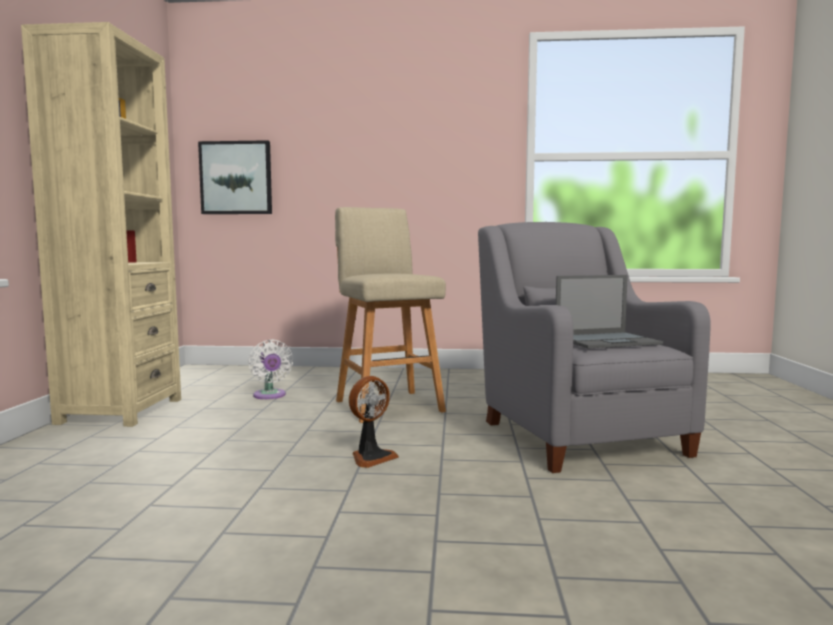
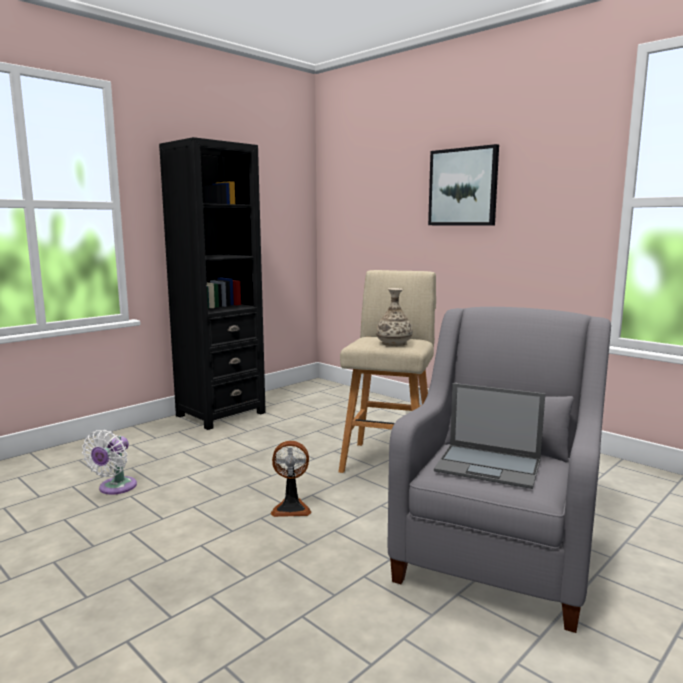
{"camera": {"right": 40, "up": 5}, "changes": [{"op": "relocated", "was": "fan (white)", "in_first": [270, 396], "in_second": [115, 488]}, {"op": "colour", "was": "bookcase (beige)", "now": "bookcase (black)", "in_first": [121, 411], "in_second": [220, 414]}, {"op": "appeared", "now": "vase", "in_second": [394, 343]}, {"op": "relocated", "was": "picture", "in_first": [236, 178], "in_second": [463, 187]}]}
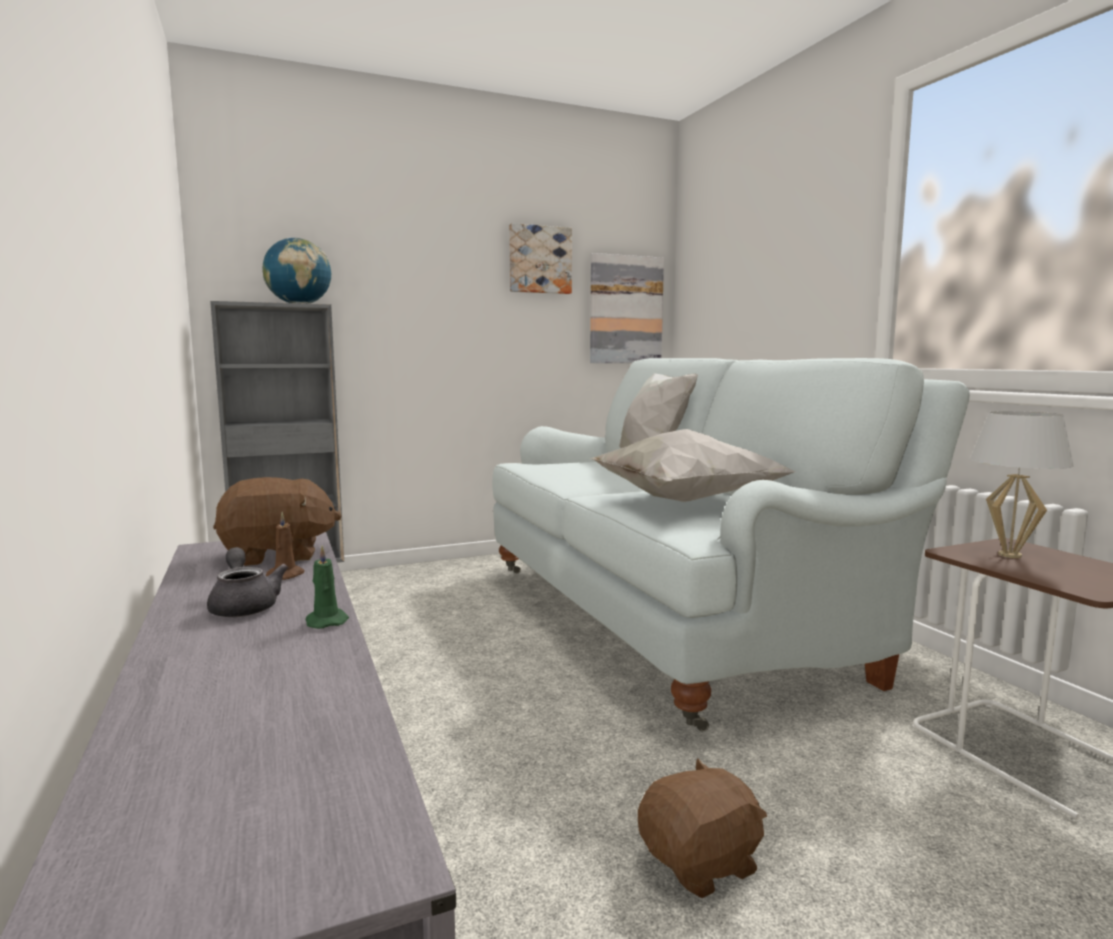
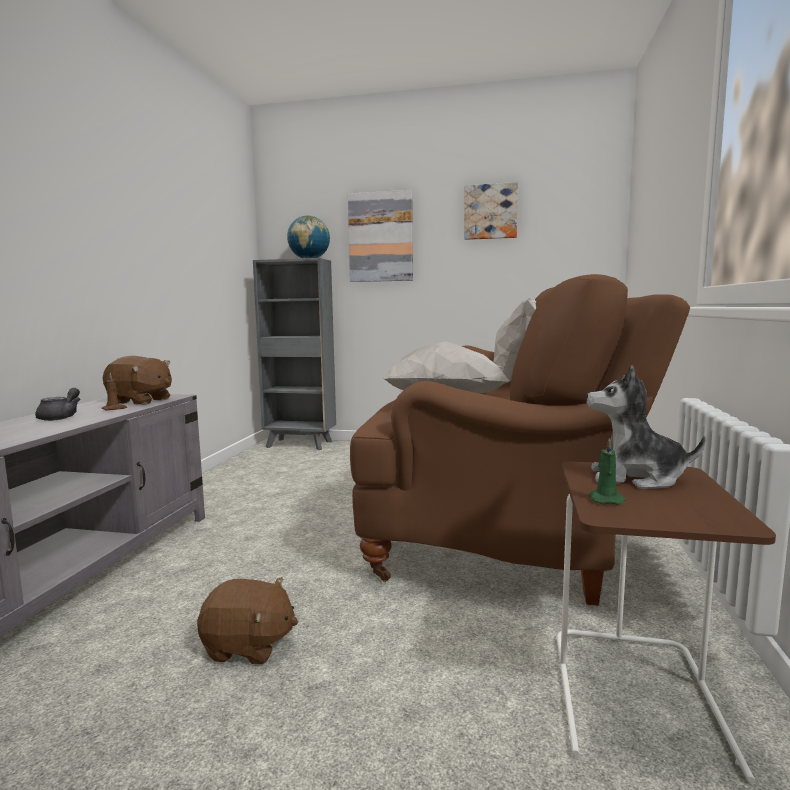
{"camera": {"right": 35, "up": 0}, "changes": [{"op": "relocated", "was": "picture", "in_first": [625, 310], "in_second": [381, 237]}, {"op": "colour", "was": "sofa (white)", "now": "sofa (brown)", "in_first": [673, 616], "in_second": [504, 508]}, {"op": "exchanged", "was": "table lamp (white)", "now": "plush toy", "in_first": [1009, 555], "in_second": [636, 478]}, {"op": "relocated", "was": "candle (green)", "in_first": [326, 621], "in_second": [605, 499]}]}
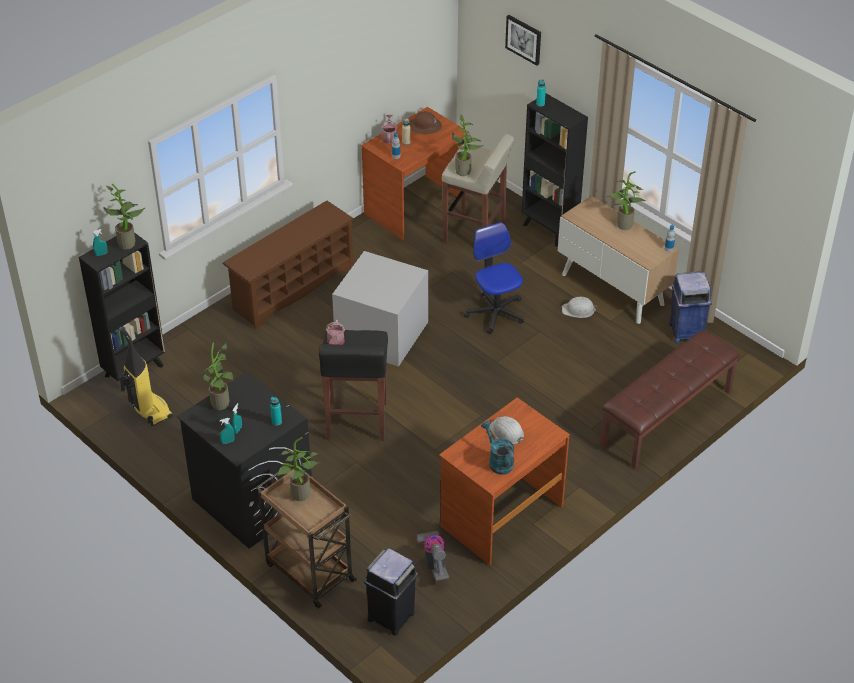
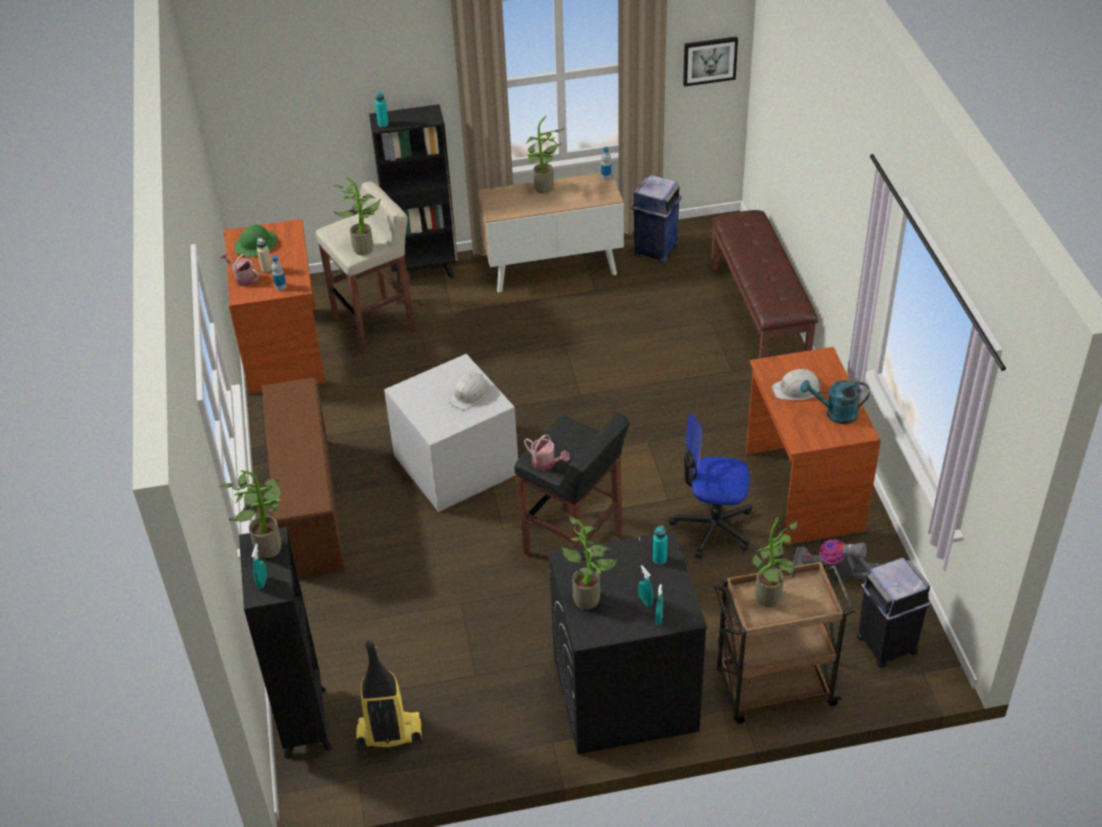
{"camera": {"right": -55, "up": 0}, "changes": [{"op": "colour", "was": "hard hat (brown)", "now": "hard hat (green)", "in_first": [425, 126], "in_second": [256, 245]}, {"op": "relocated", "was": "hard hat (white)", "in_first": [578, 310], "in_second": [470, 394]}, {"op": "relocated", "was": "office chair", "in_first": [495, 313], "in_second": [712, 527]}, {"op": "relocated", "was": "picture", "in_first": [524, 39], "in_second": [709, 60]}]}
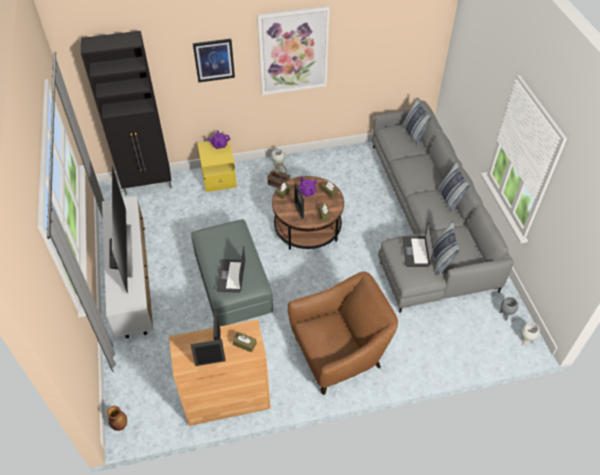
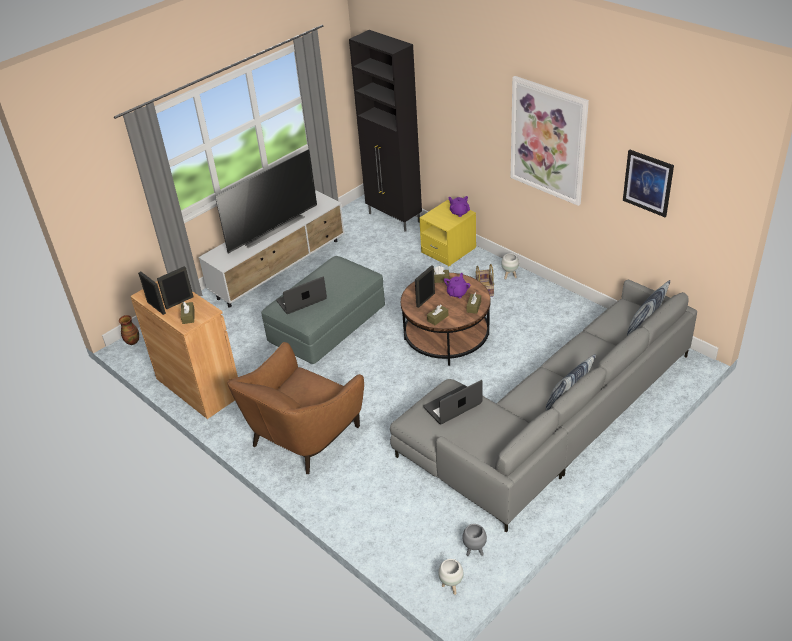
{"camera": {"right": 60, "up": -10}, "changes": [{"op": "spun", "was": "armchair (brown)", "in_first": [339, 354], "in_second": [303, 436], "clockwise": 90}, {"op": "relocated", "was": "picture", "in_first": [214, 60], "in_second": [648, 183]}, {"op": "missing", "was": "pillow", "in_first": [441, 260]}]}
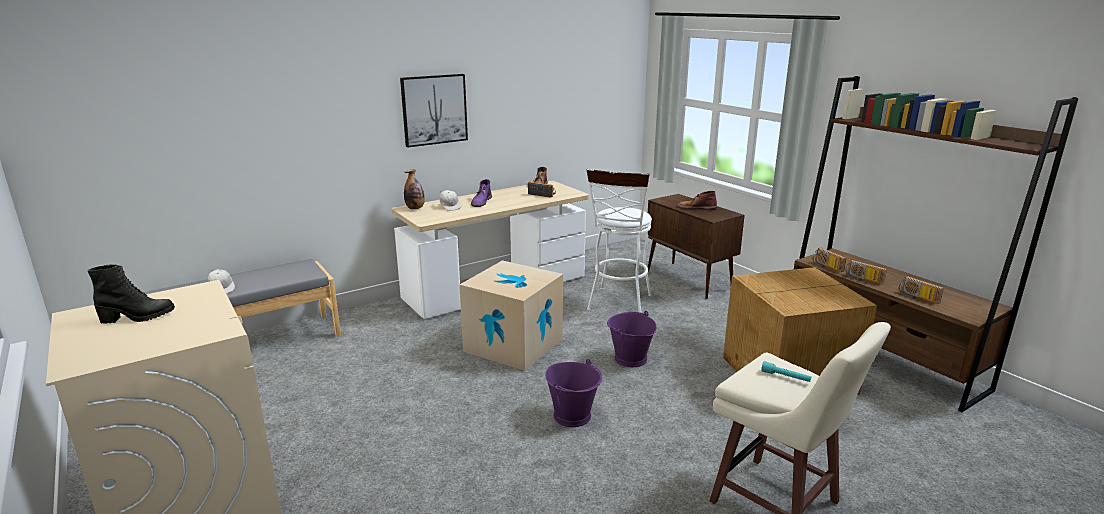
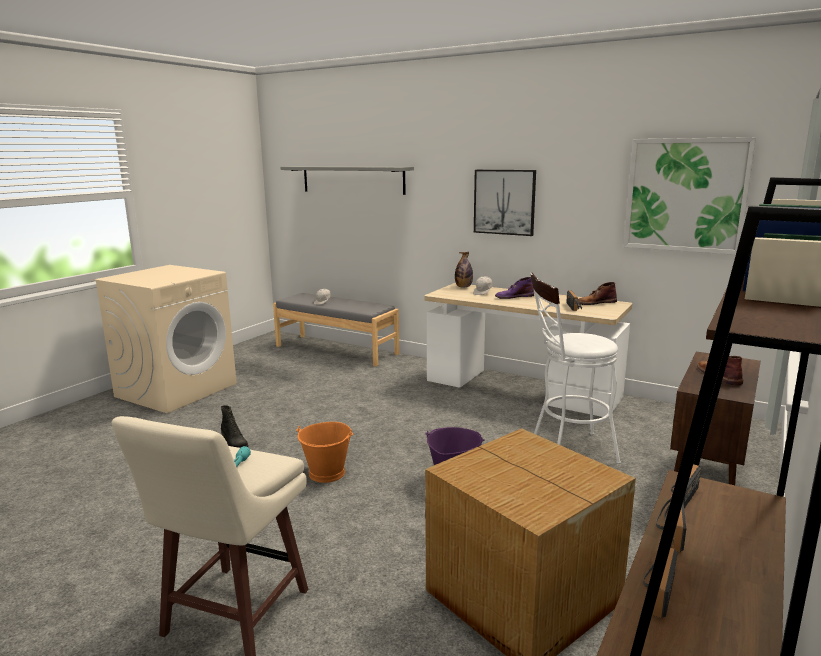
{"camera": {"right": 65, "up": -5}, "changes": [{"op": "relocated", "was": "boot (black)", "in_first": [137, 317], "in_second": [234, 444]}, {"op": "appeared", "now": "shelf (grey)", "in_second": [352, 179]}, {"op": "colour", "was": "bucket (purple)", "now": "bucket (orange)", "in_first": [572, 415], "in_second": [327, 473]}, {"op": "appeared", "now": "picture", "in_second": [685, 195]}, {"op": "missing", "was": "cardboard box", "in_first": [513, 345]}]}
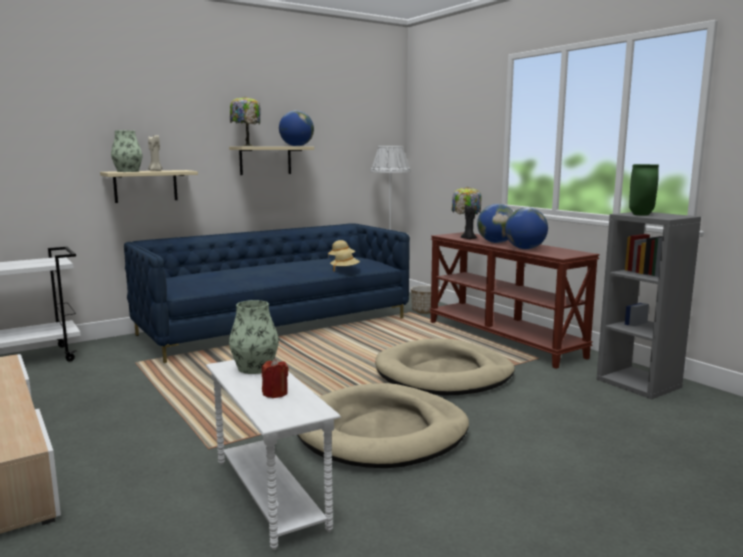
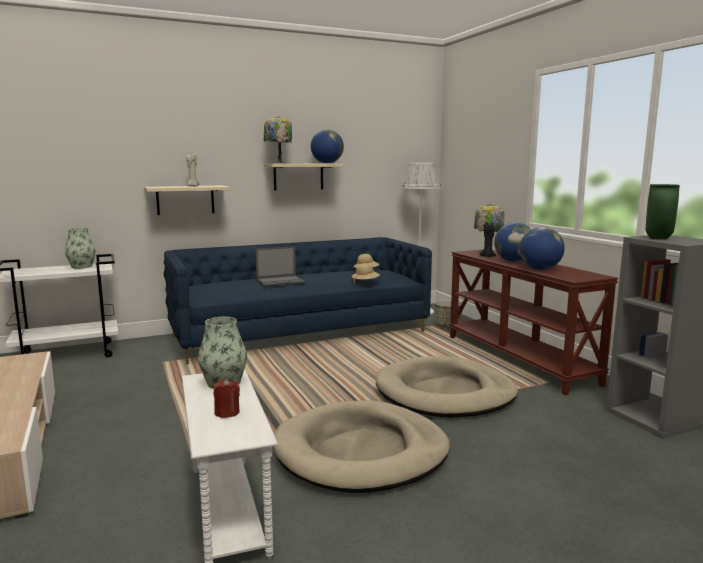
{"camera": {"right": 10, "up": 0}, "changes": [{"op": "relocated", "was": "vase", "in_first": [128, 171], "in_second": [81, 266]}, {"op": "appeared", "now": "laptop", "in_second": [281, 281]}]}
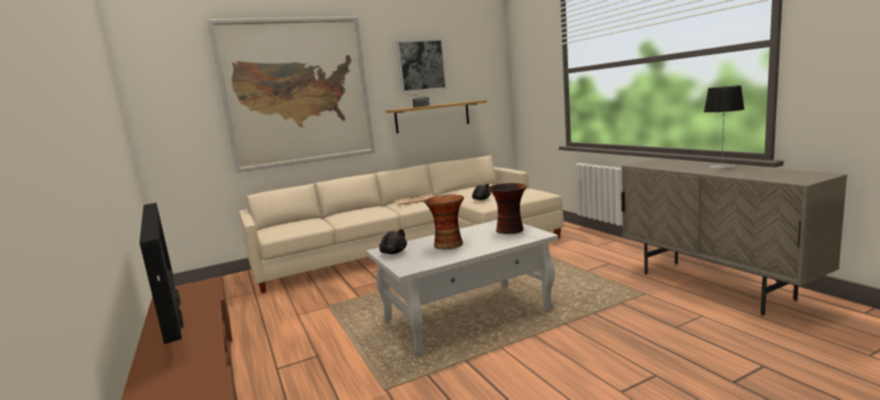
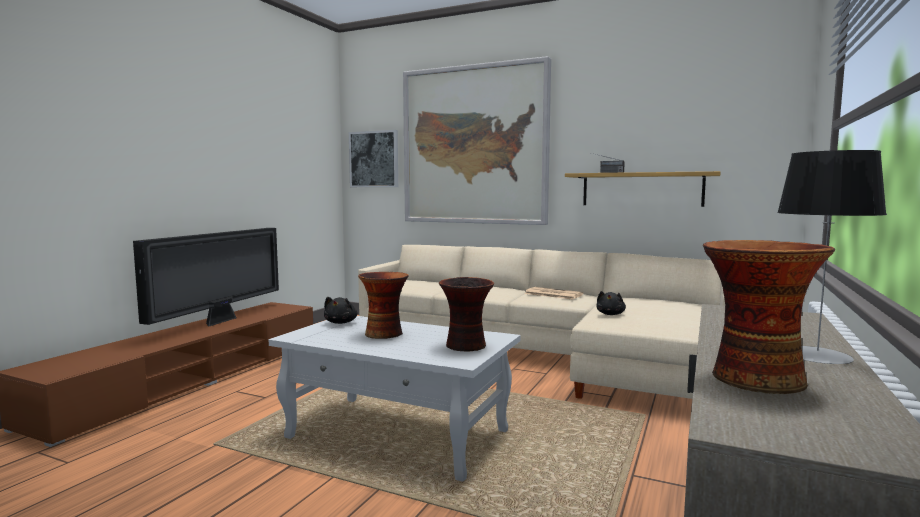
{"camera": {"right": 50, "up": -5}, "changes": [{"op": "relocated", "was": "picture", "in_first": [421, 65], "in_second": [374, 159]}, {"op": "appeared", "now": "vase", "in_second": [754, 378]}]}
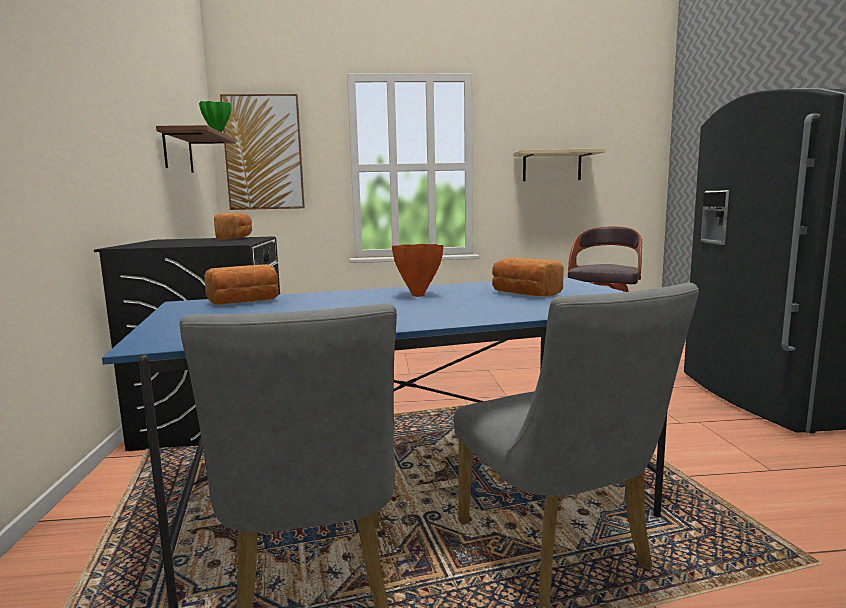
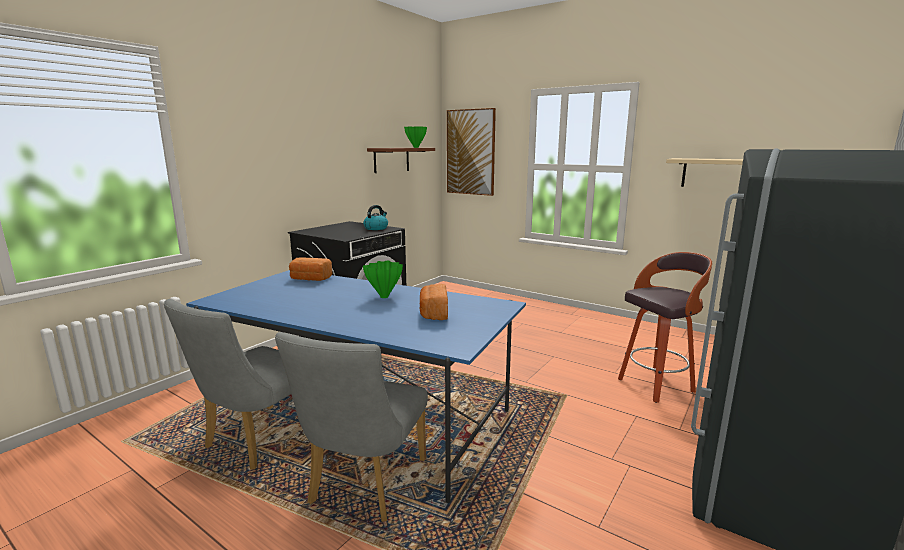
{"camera": {"right": 40, "up": 5}, "changes": [{"op": "exchanged", "was": "bread", "now": "kettle", "in_first": [235, 238], "in_second": [376, 228]}, {"op": "colour", "was": "vase (orange)", "now": "vase (green)", "in_first": [419, 295], "in_second": [385, 296]}]}
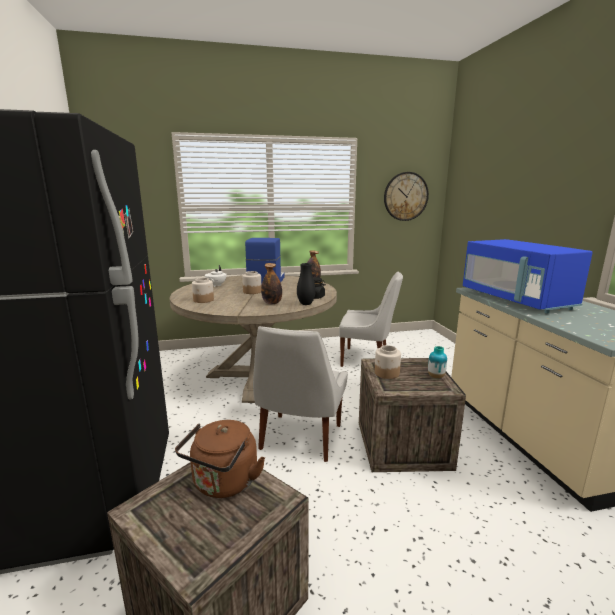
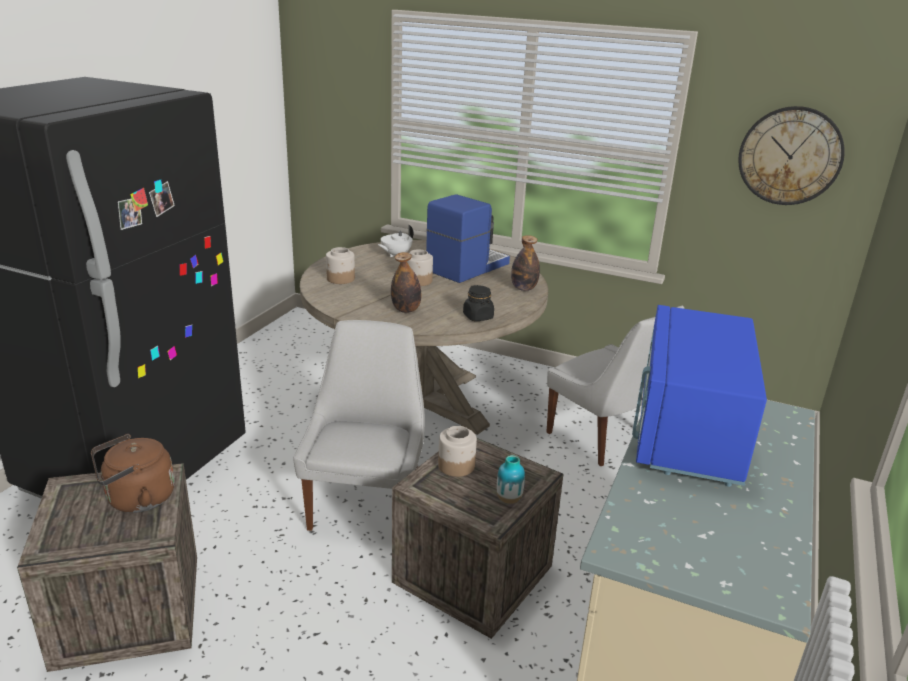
{"camera": {"right": 35, "up": 10}, "changes": [{"op": "spun", "was": "chair (white)", "in_first": [300, 439], "in_second": [366, 504], "clockwise": 135}, {"op": "missing", "was": "vase (black)", "in_first": [306, 304]}]}
